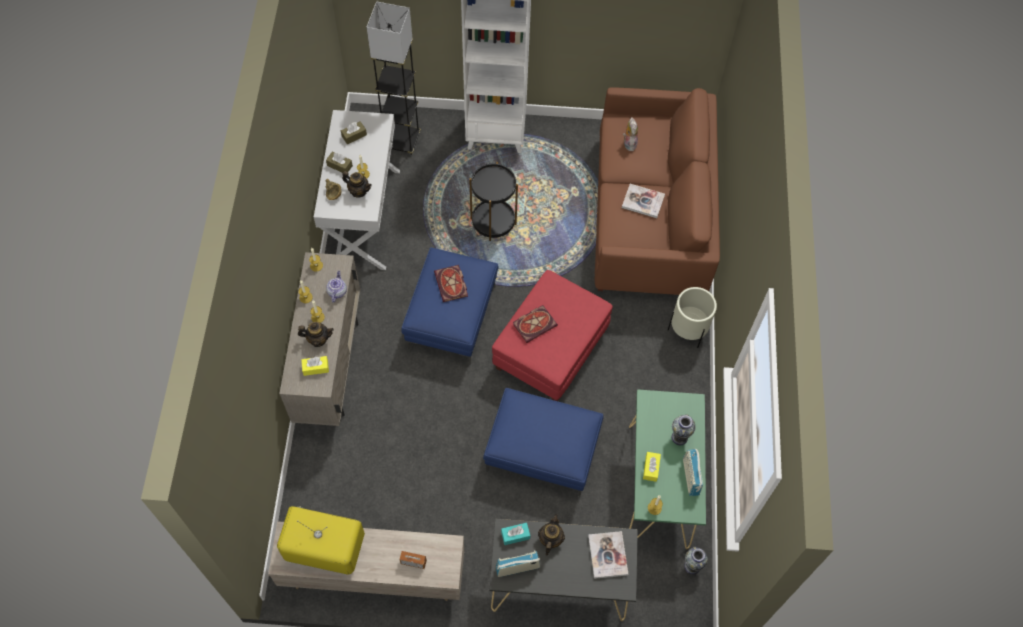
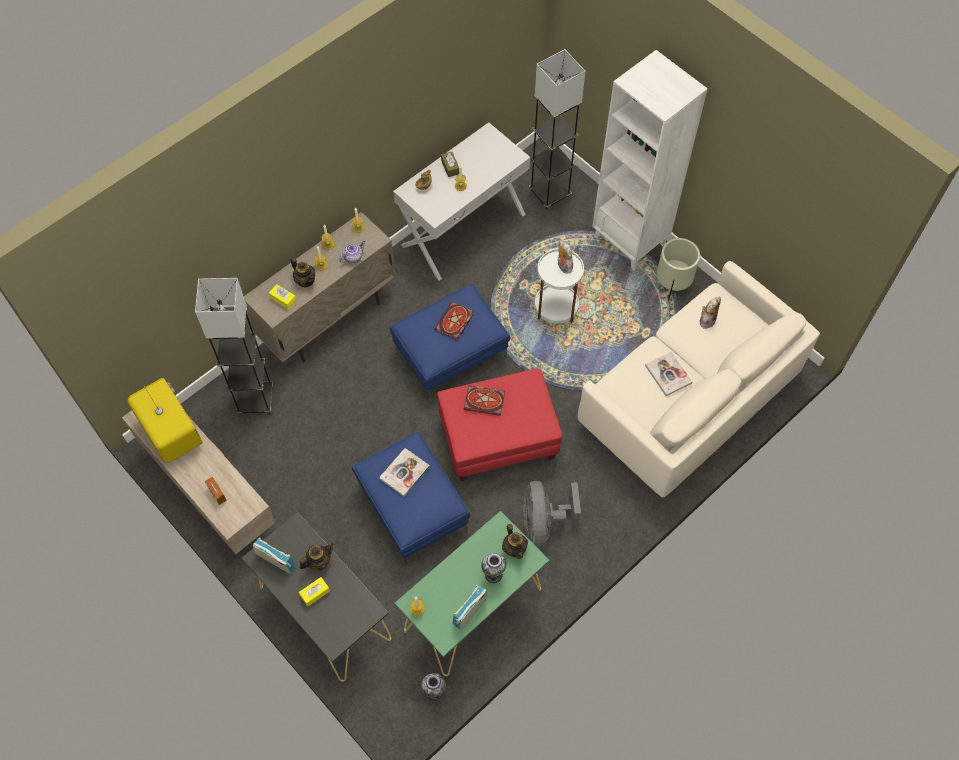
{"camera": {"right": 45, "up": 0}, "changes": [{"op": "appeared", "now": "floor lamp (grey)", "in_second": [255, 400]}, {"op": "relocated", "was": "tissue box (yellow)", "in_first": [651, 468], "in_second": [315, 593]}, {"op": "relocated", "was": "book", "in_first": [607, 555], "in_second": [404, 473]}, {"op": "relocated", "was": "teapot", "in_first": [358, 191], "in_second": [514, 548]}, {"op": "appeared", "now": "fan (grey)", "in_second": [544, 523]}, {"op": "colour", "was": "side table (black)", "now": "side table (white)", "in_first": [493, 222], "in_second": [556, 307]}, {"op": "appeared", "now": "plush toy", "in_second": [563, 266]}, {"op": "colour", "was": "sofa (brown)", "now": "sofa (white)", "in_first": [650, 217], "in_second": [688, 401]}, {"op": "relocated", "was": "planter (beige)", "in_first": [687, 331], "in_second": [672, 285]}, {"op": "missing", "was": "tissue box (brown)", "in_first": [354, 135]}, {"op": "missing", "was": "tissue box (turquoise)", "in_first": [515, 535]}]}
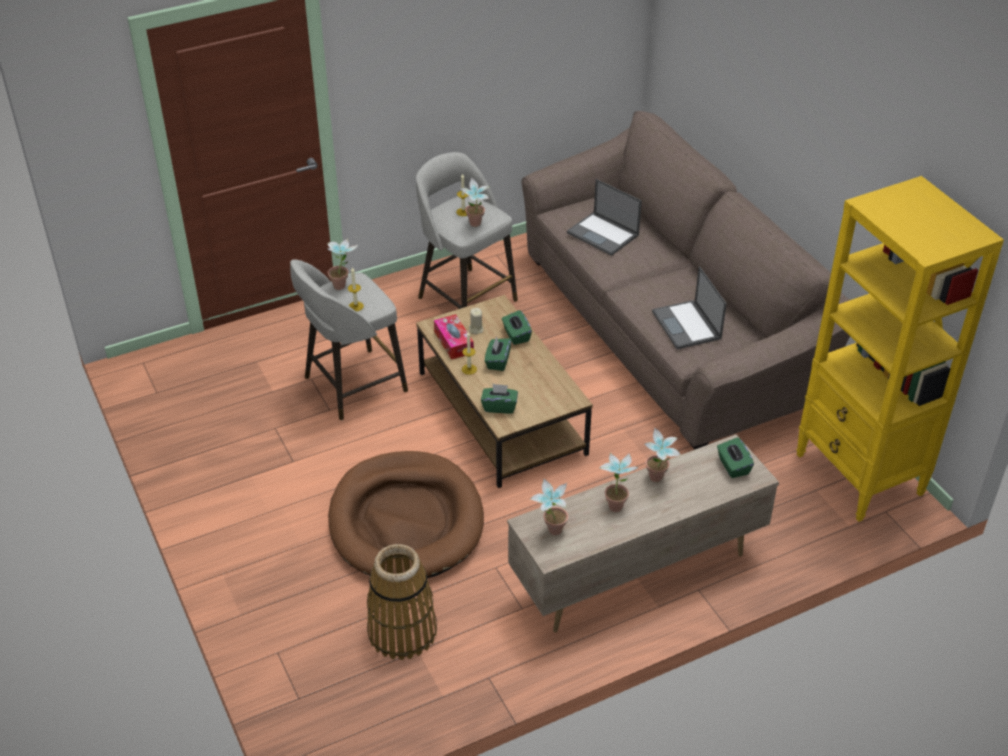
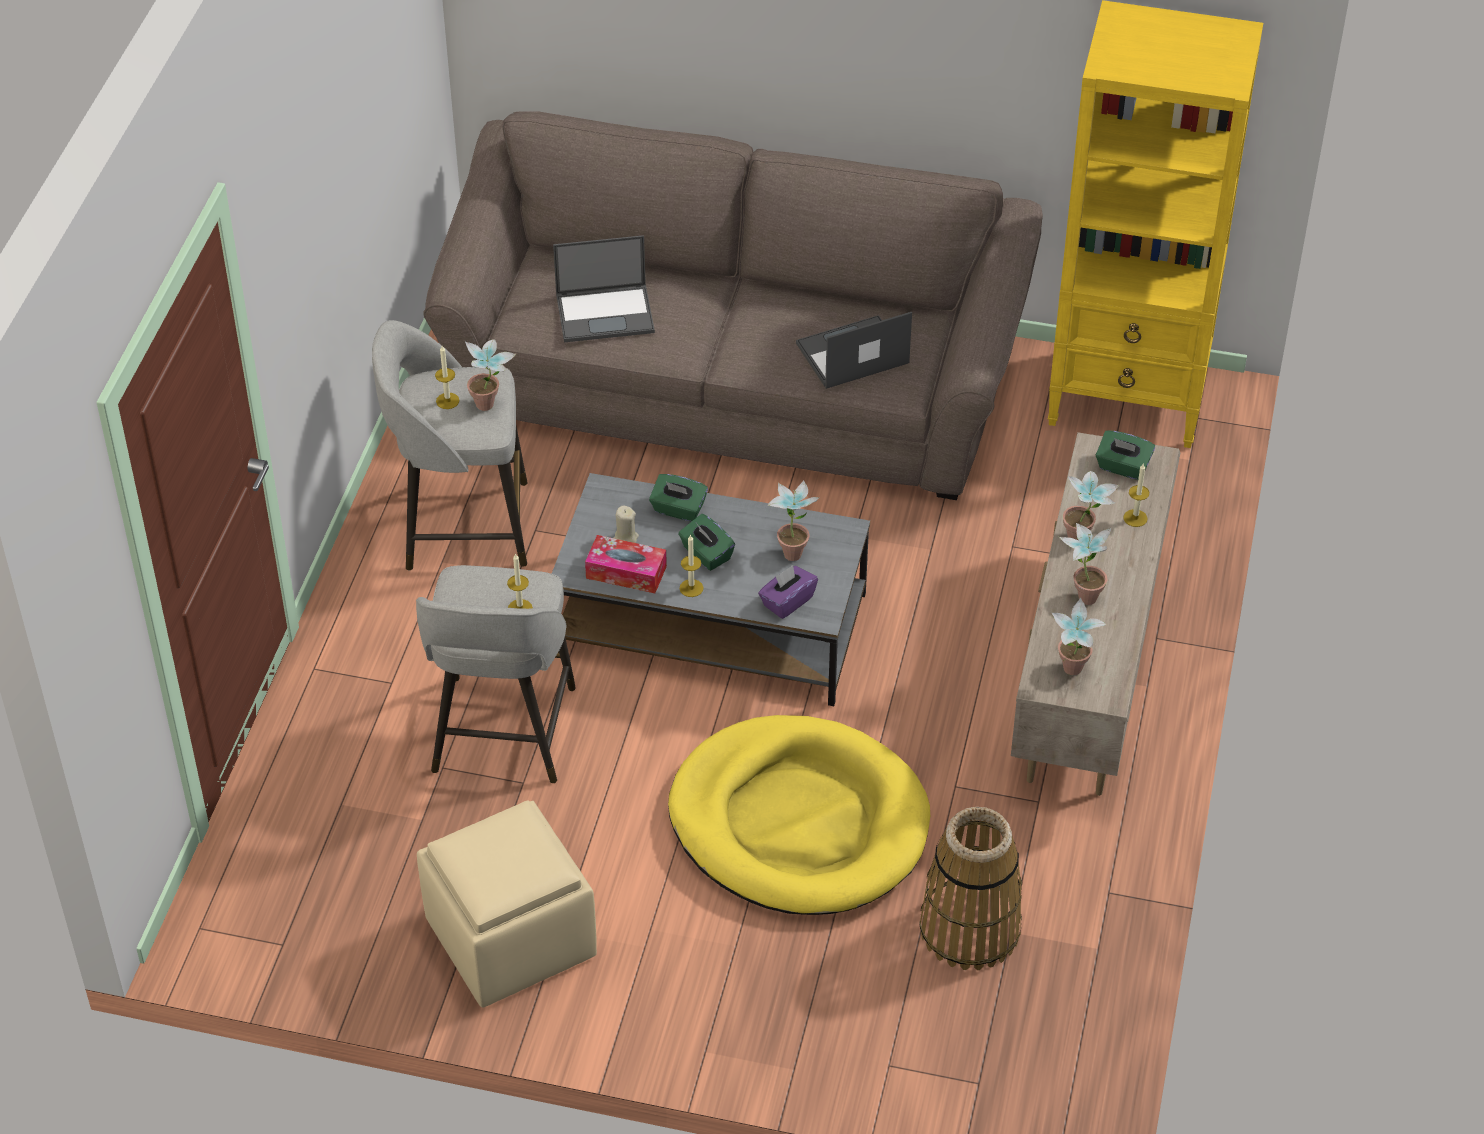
{"camera": {"right": -50, "up": 5}, "changes": [{"op": "appeared", "now": "ottoman (beige)", "in_second": [509, 938]}, {"op": "colour", "was": "coffee table (brown)", "now": "coffee table (grey)", "in_first": [502, 413], "in_second": [713, 624]}, {"op": "colour", "was": "dog bed (brown)", "now": "dog bed (yellow)", "in_first": [406, 521], "in_second": [799, 823]}, {"op": "colour", "was": "tissue box (green)", "now": "tissue box (purple)", "in_first": [499, 407], "in_second": [787, 601]}, {"op": "relocated", "was": "potted plant", "in_first": [343, 284], "in_second": [793, 549]}, {"op": "spun", "was": "laptop", "in_first": [687, 325], "in_second": [851, 354], "clockwise": 135}, {"op": "appeared", "now": "candle", "in_second": [1135, 518]}]}
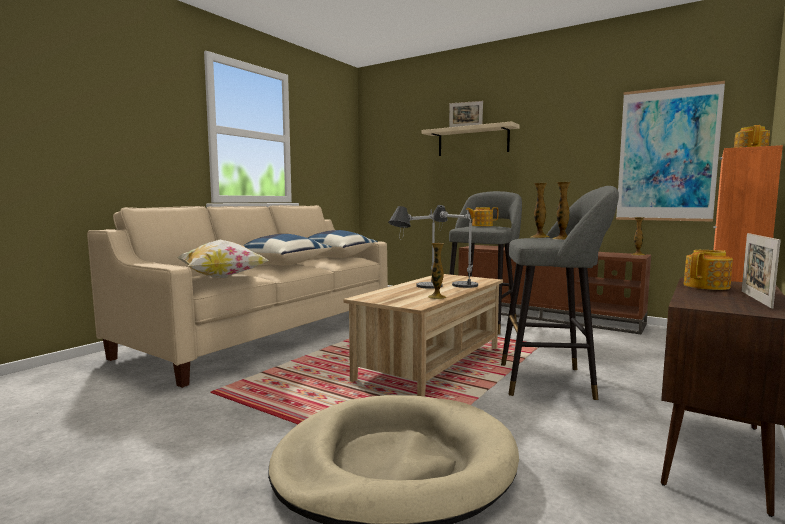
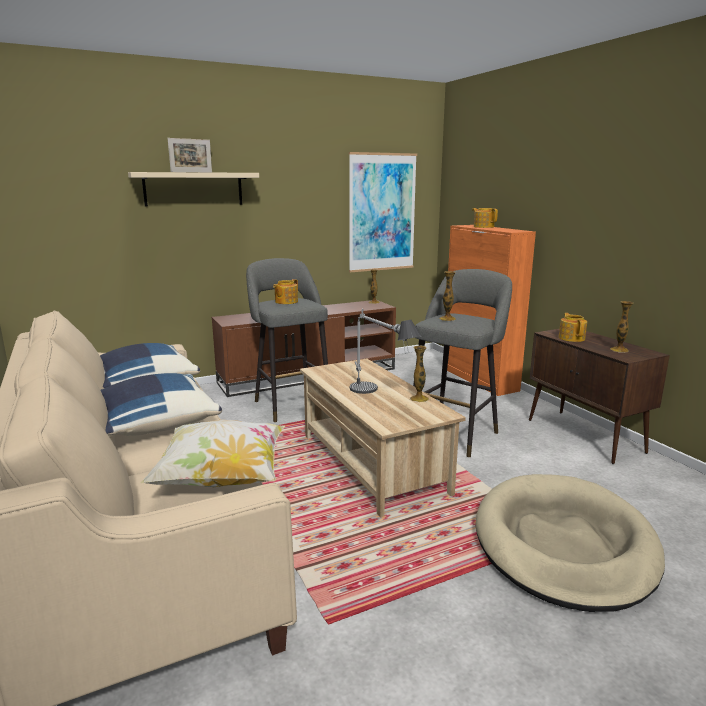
{"camera": {"right": -60, "up": 10}, "changes": [{"op": "relocated", "was": "vase", "in_first": [562, 239], "in_second": [619, 350]}, {"op": "missing", "was": "table lamp", "in_first": [453, 281]}, {"op": "missing", "was": "picture frame", "in_first": [755, 299]}]}
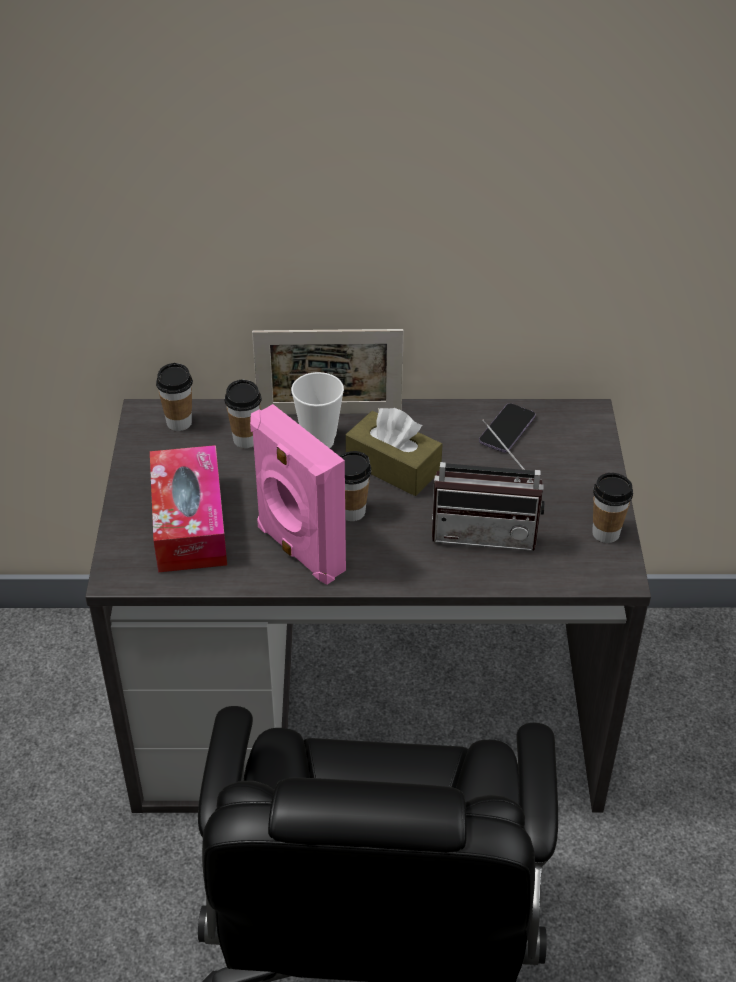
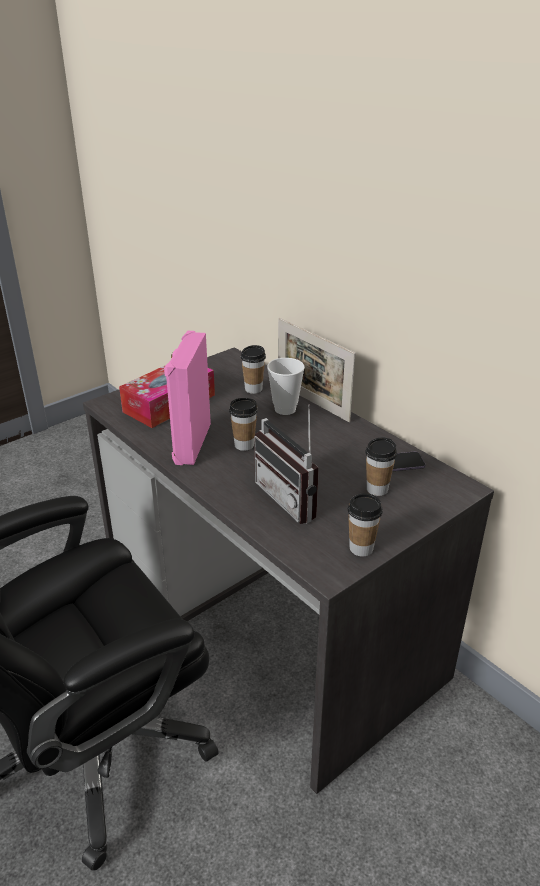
{"camera": {"right": 50, "up": -10}, "changes": [{"op": "relocated", "was": "cup", "in_first": [179, 423], "in_second": [377, 489]}, {"op": "missing", "was": "tissue box (brown)", "in_first": [393, 466]}]}
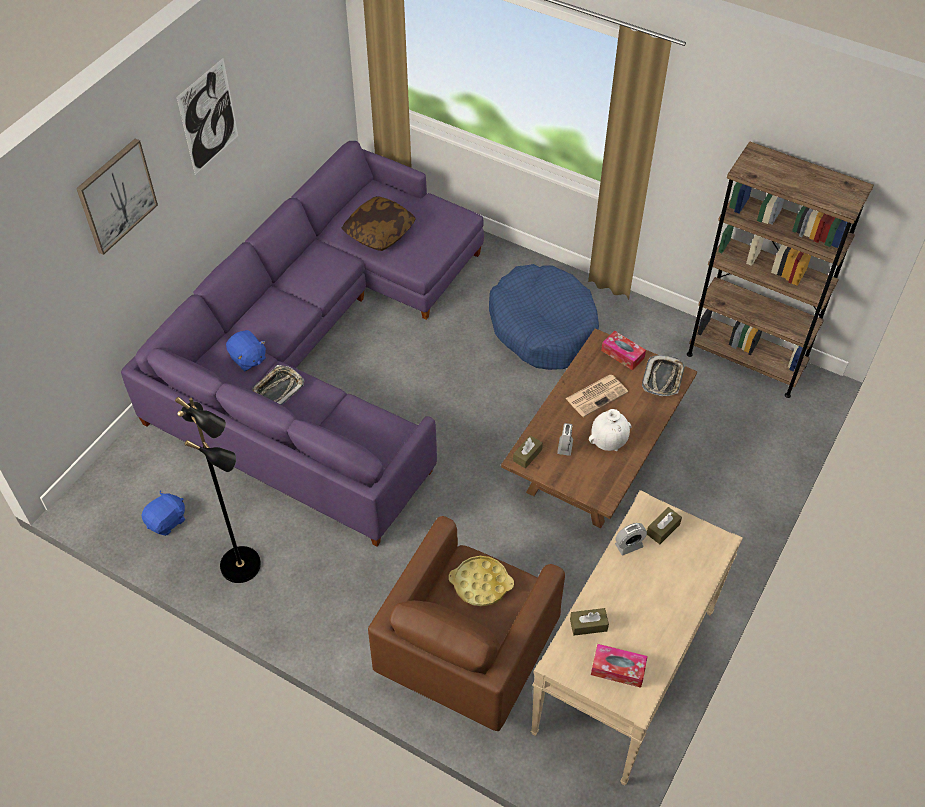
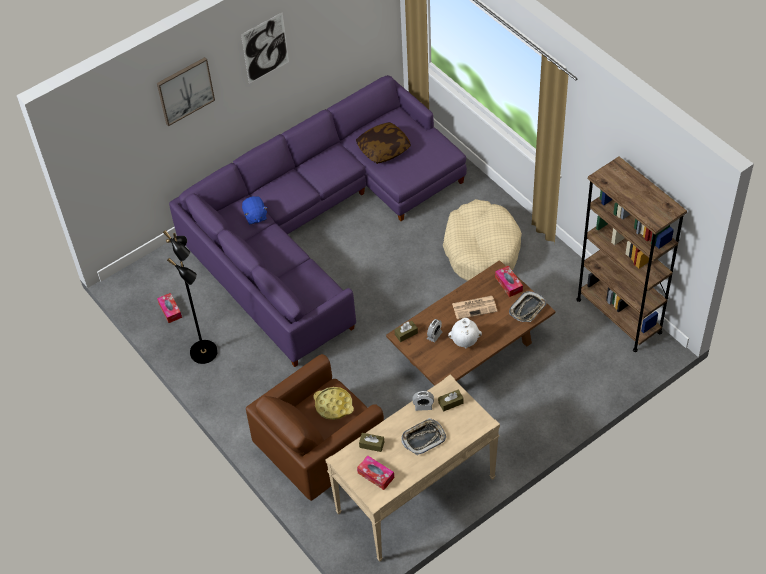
{"camera": {"right": 25, "up": 0}, "changes": [{"op": "exchanged", "was": "plush toy (blue)", "now": "tissue box", "in_first": [167, 521], "in_second": [170, 310]}, {"op": "relocated", "was": "tray", "in_first": [278, 389], "in_second": [423, 438]}, {"op": "colour", "was": "dog bed (blue)", "now": "dog bed (beige)", "in_first": [543, 327], "in_second": [481, 250]}]}
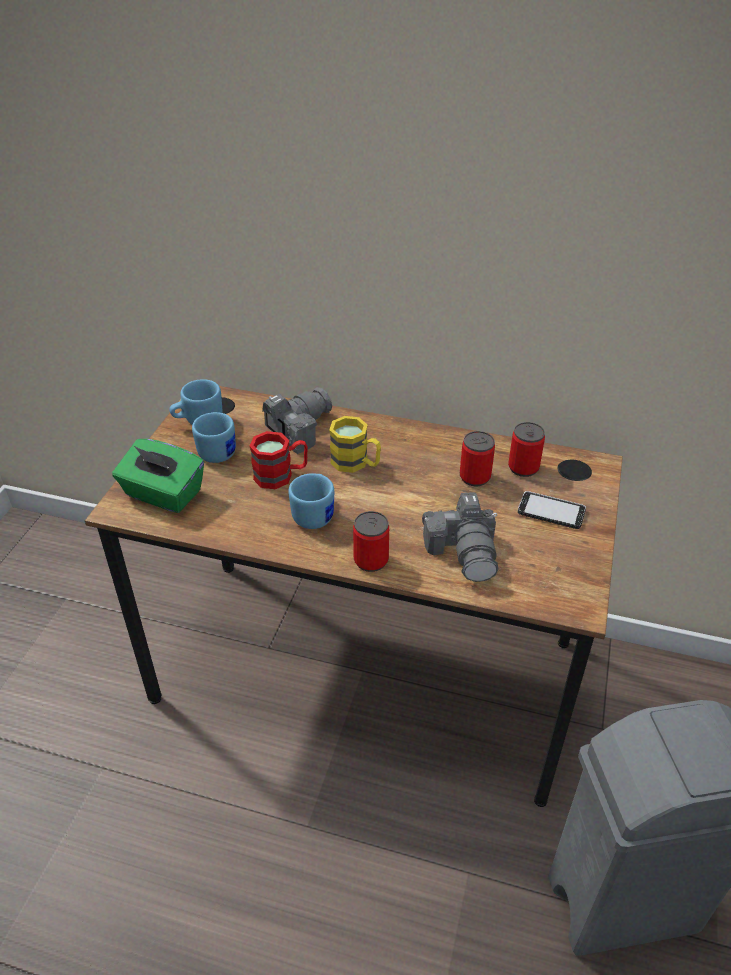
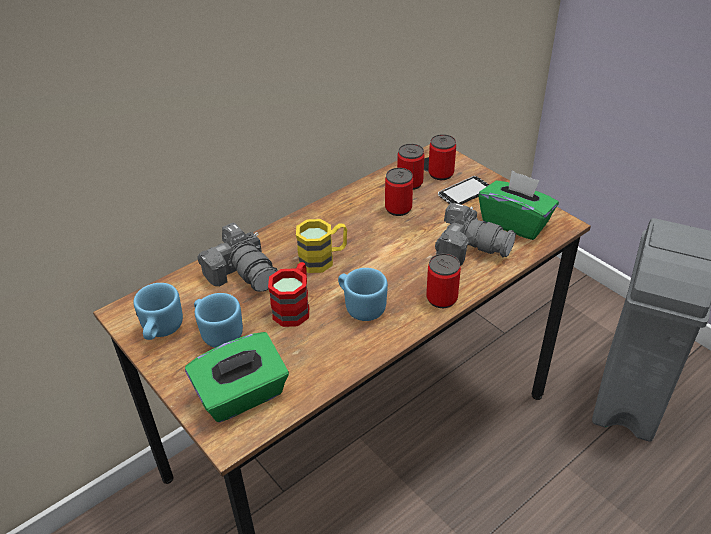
{"camera": {"right": -55, "up": 0}, "changes": [{"op": "spun", "was": "photo camera", "in_first": [297, 429], "in_second": [243, 273], "clockwise": 150}, {"op": "appeared", "now": "can", "in_second": [441, 173]}, {"op": "appeared", "now": "tissue box (green)", "in_second": [515, 223]}]}
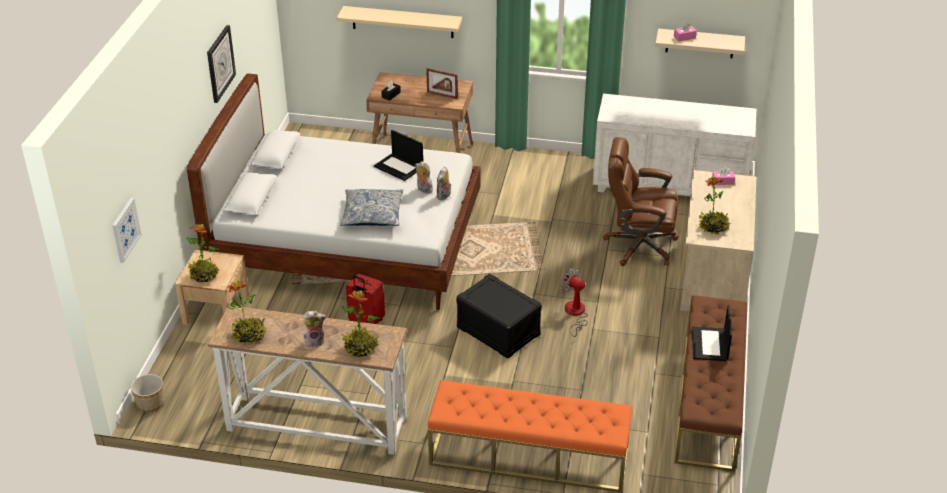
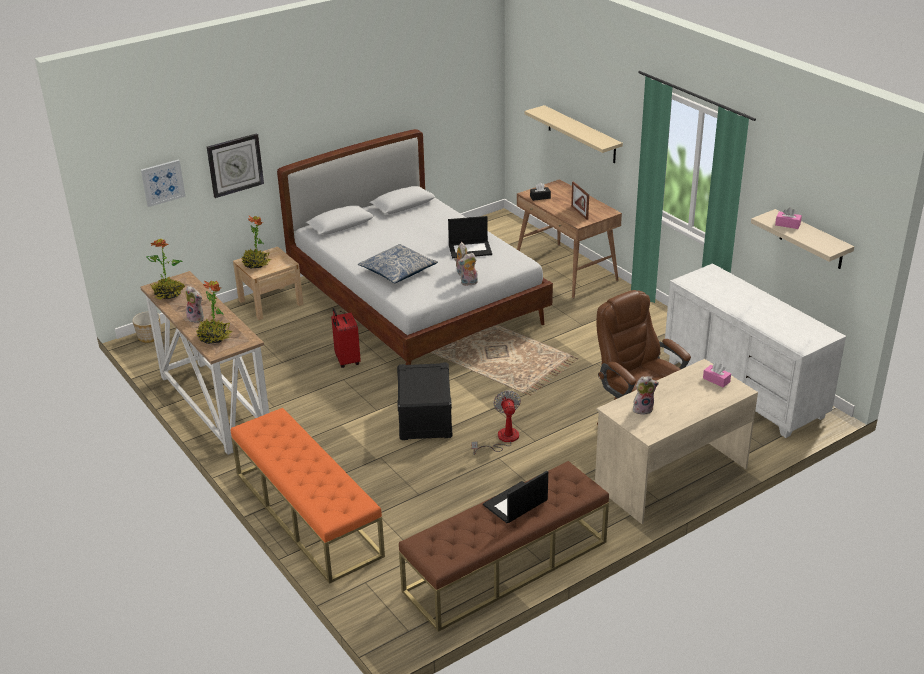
{"camera": {"right": 45, "up": -5}, "changes": [{"op": "relocated", "was": "wall clock", "in_first": [220, 63], "in_second": [235, 165]}, {"op": "spun", "was": "laptop", "in_first": [399, 167], "in_second": [470, 249], "clockwise": -90}, {"op": "exchanged", "was": "potted plant", "now": "plush toy", "in_first": [713, 227], "in_second": [643, 409]}]}
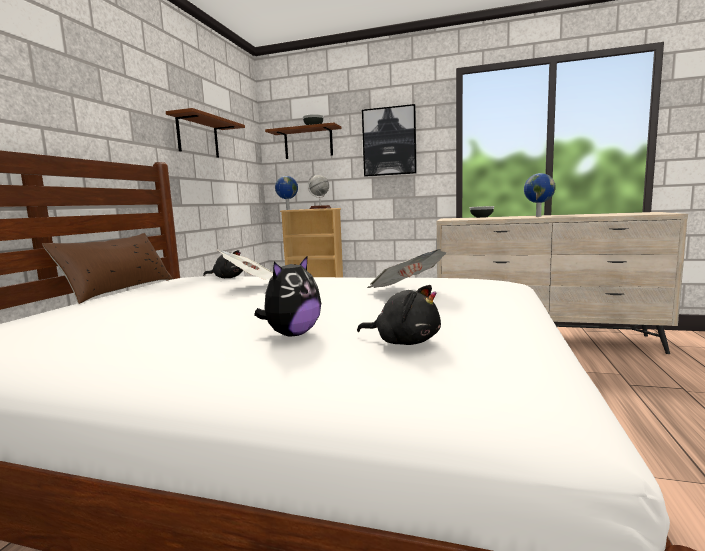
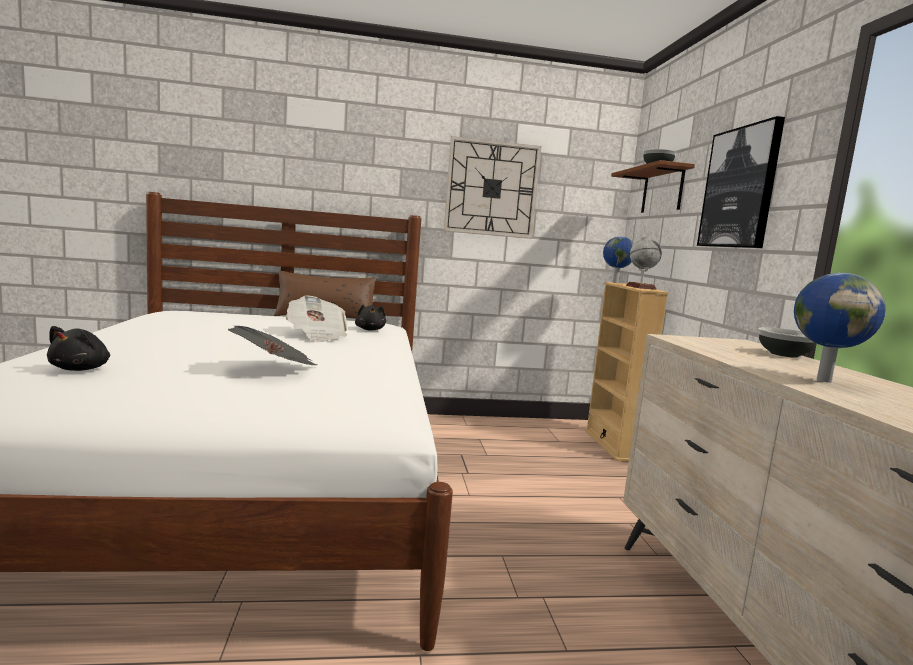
{"camera": {"right": 65, "up": 0}, "changes": [{"op": "exchanged", "was": "shelf (brown)", "now": "wall clock", "in_first": [198, 137], "in_second": [491, 188]}, {"op": "missing", "was": "plush toy", "in_first": [292, 334]}]}
